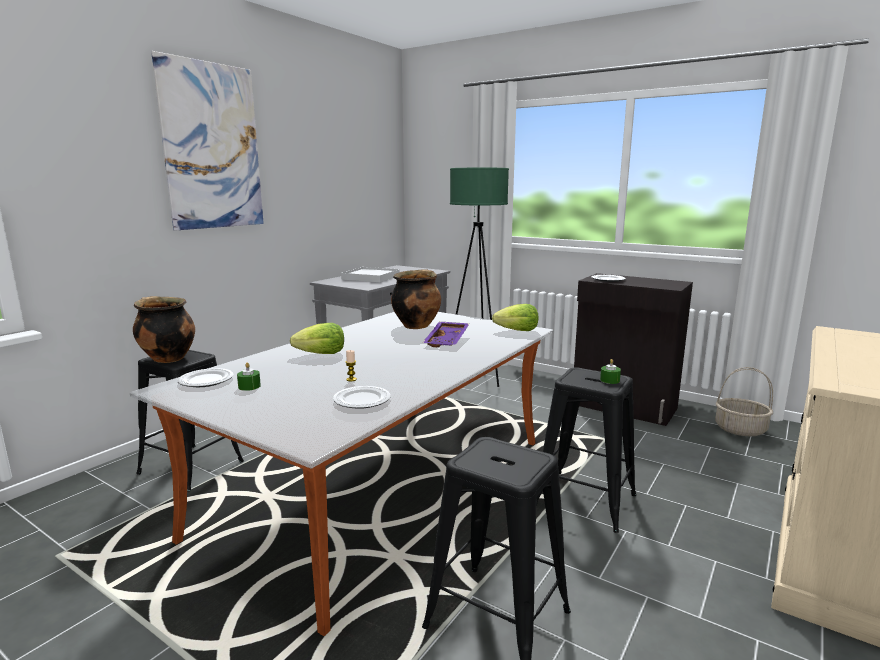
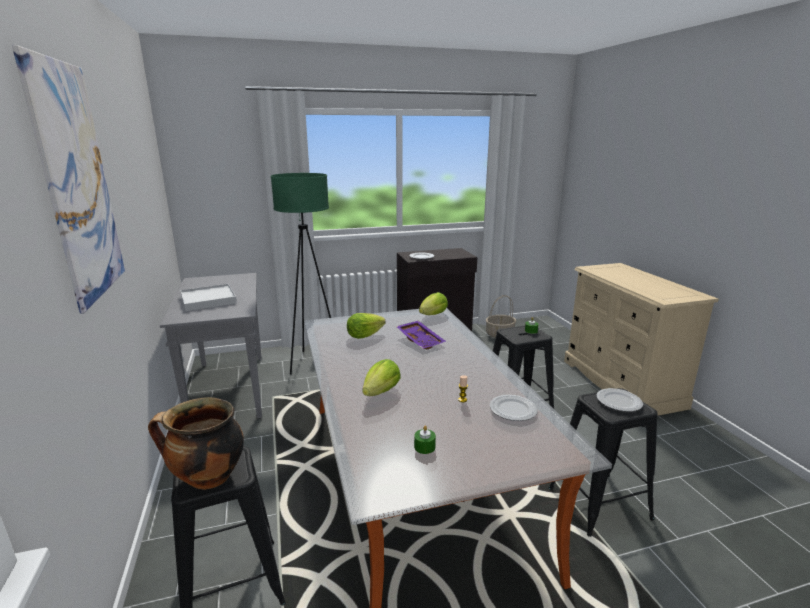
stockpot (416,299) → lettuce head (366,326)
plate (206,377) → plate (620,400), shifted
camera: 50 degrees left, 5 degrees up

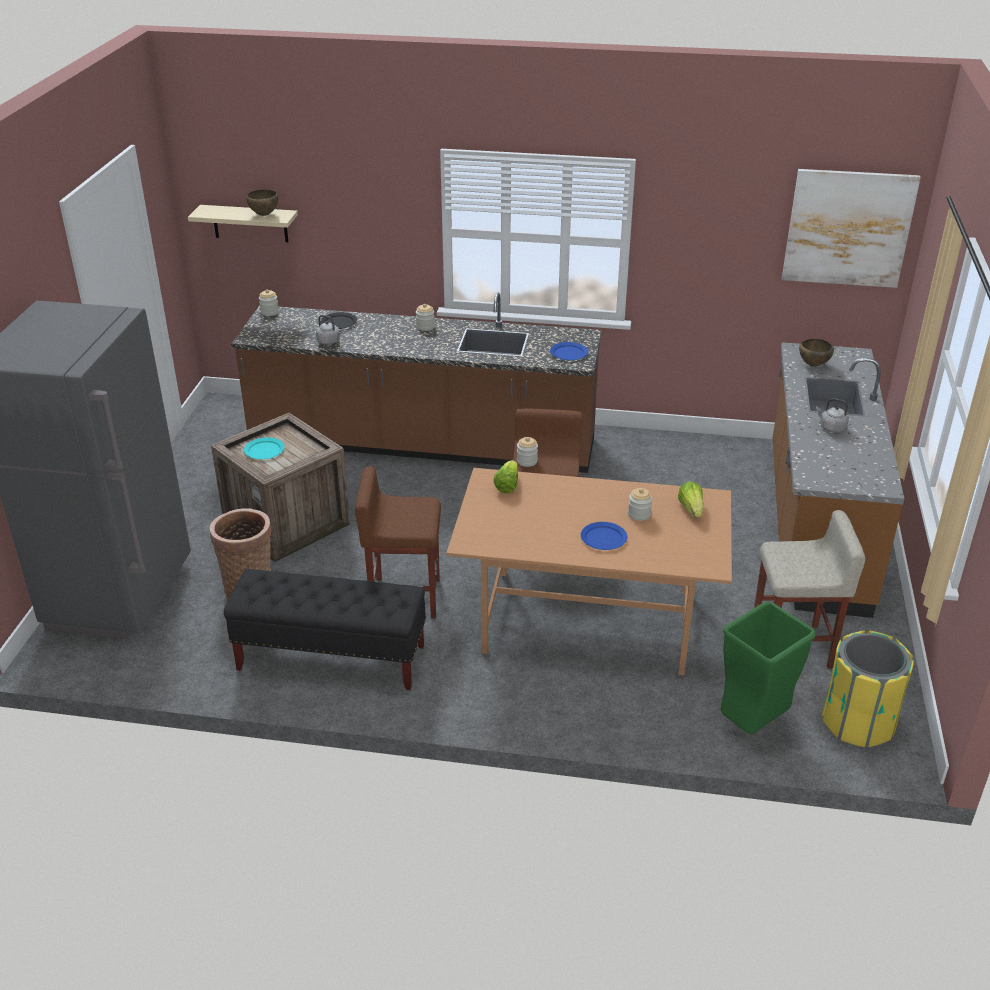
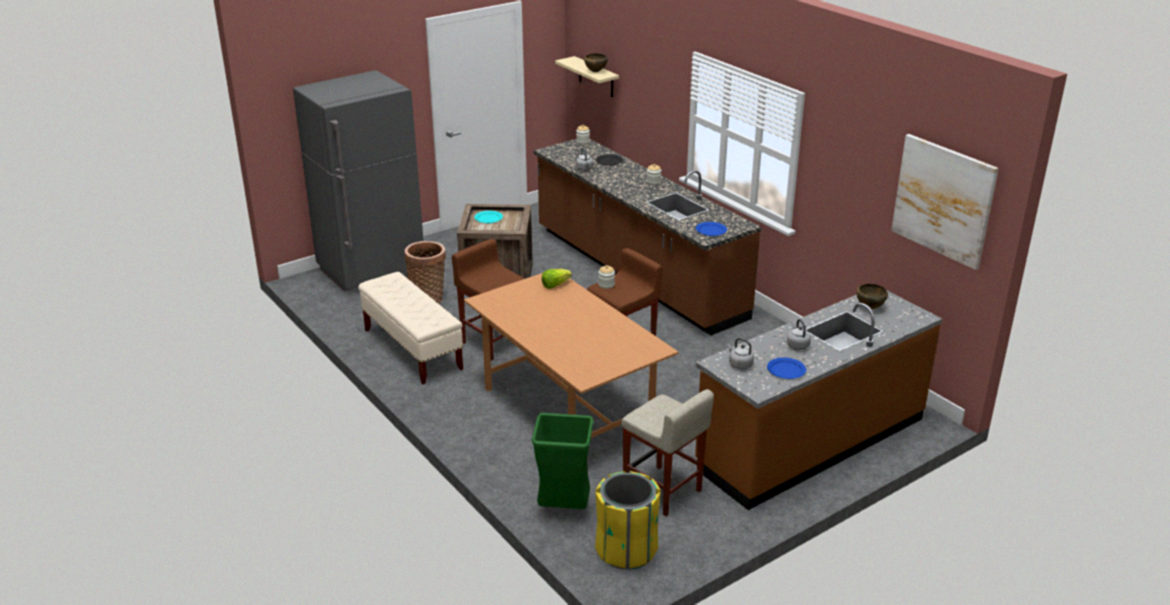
lettuce head (691,499) → -
preserve jar (640,504) → -
plate (bluish) (604,536) → plate (bluish) (786,368), shifted
bench (black) (325,629) → bench (beige-coloured) (410,328)
- → water kettle (grey) (740,353)
camera: 45 degrees right, 5 degrees down

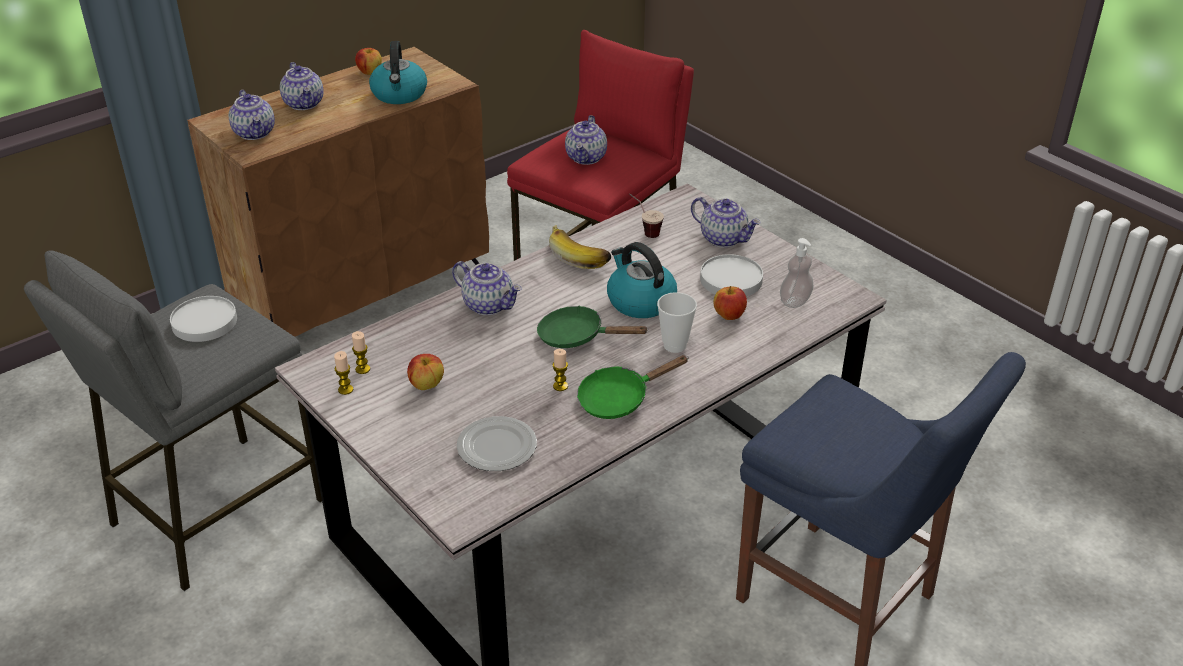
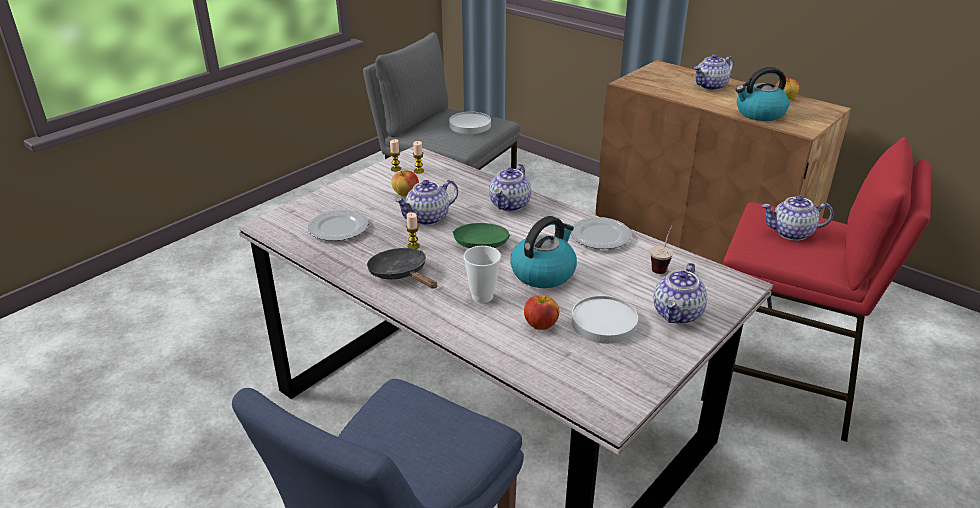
teapot (252,115) → teapot (426,202), shifted
whole banana (580,247) → plate (601,233)
soap dispenser (797,273) → -
frying pan (green-coloured) (633,387) → frying pan (black) (402,268)
camera: 80 degrees right, 5 degrees down

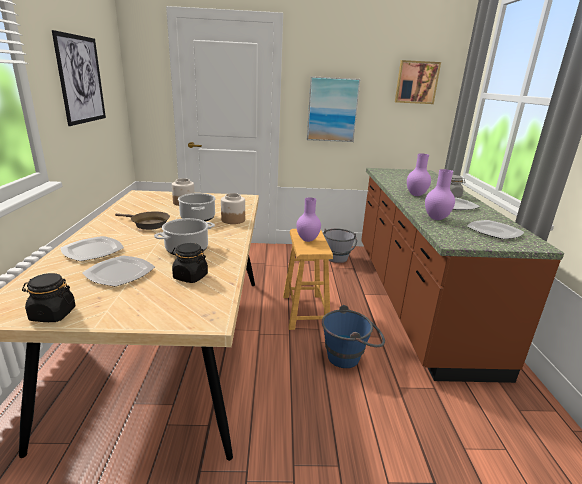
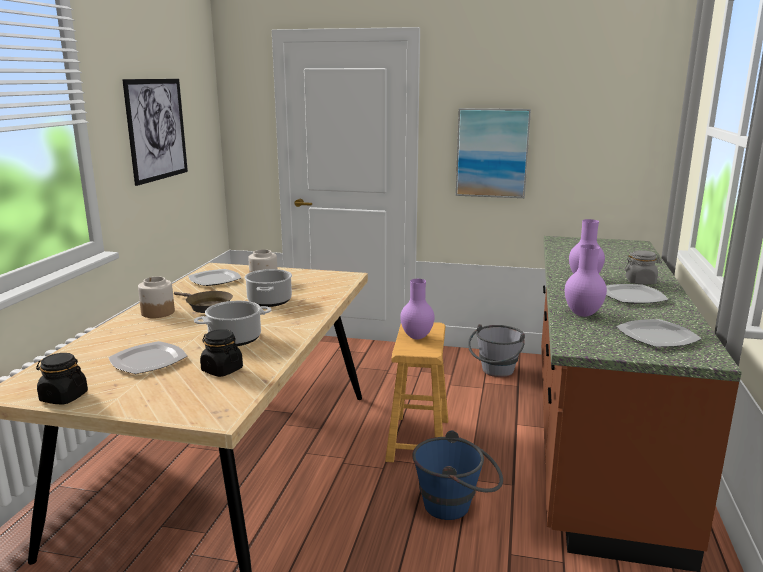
picture (418,82) → -
preserve jar (233,208) → preserve jar (156,297), shifted
plate (92,248) → plate (214,277), shifted
camera: 15 degrees right, 5 degrees down

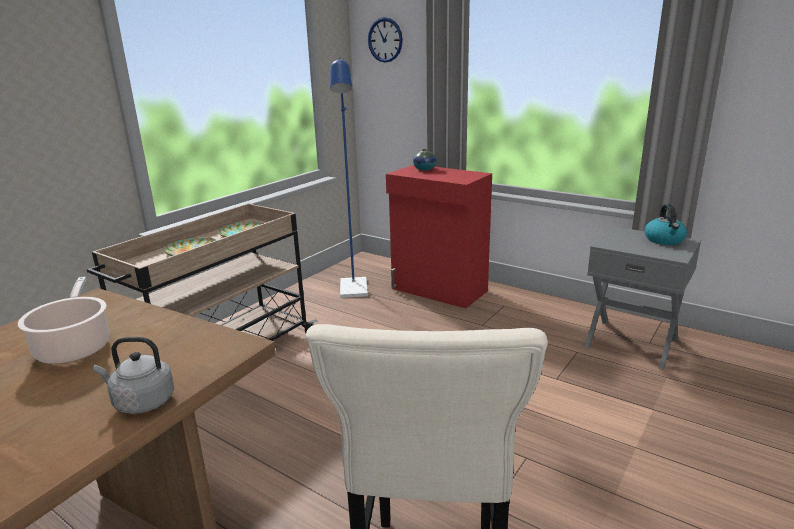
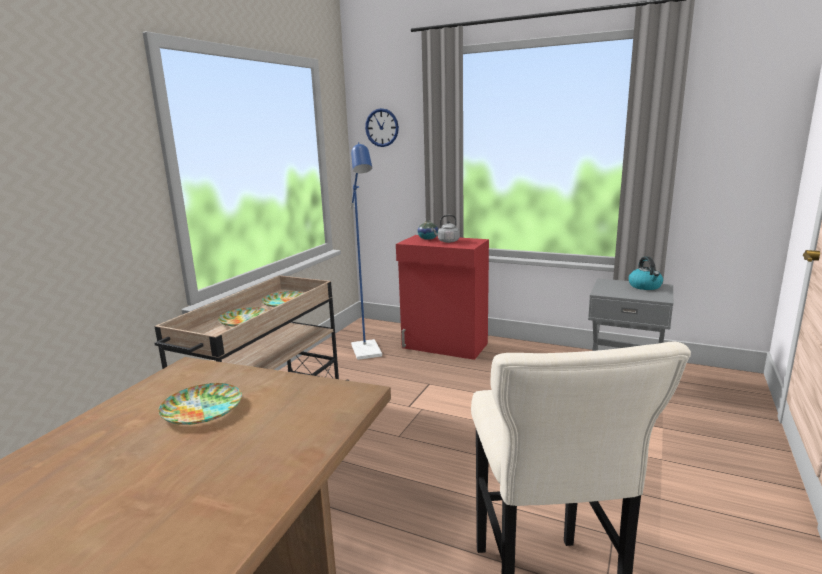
stockpot (63,320) → plate (200,404)
water kettle (grey) (133,375) → water kettle (grey) (445,229), shifted
camera: 10 degrees left, 5 degrees down

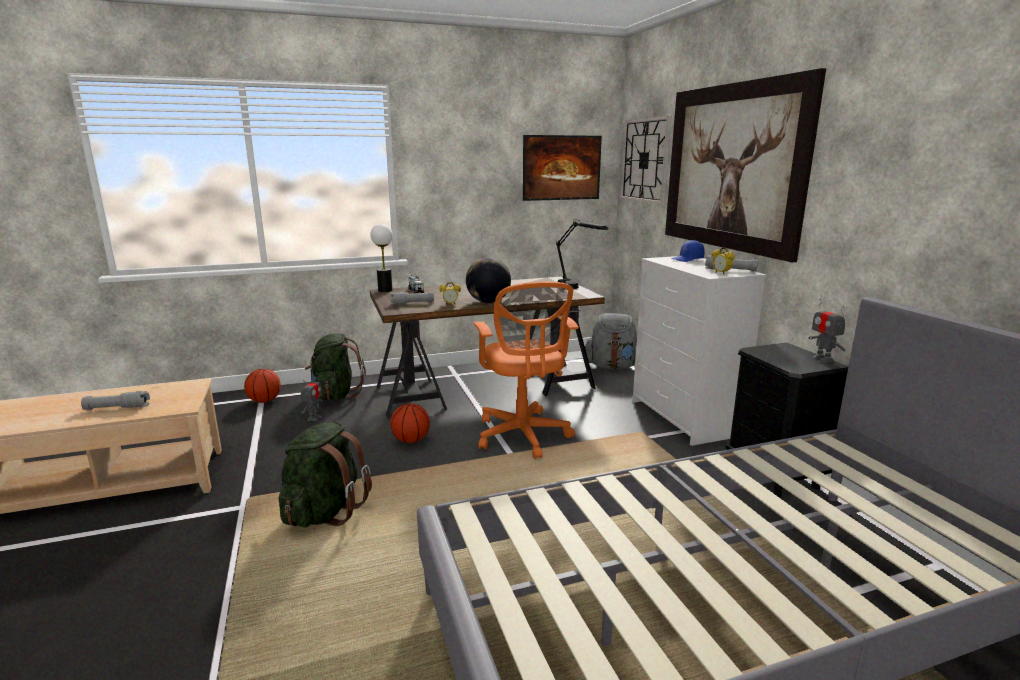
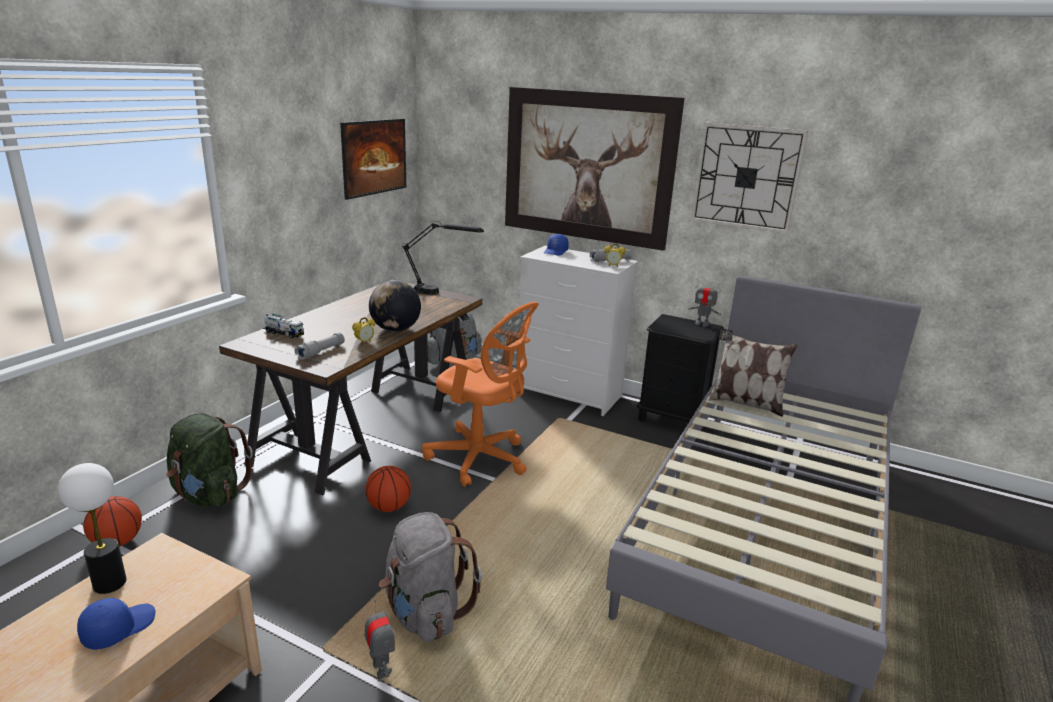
hanging clock (645,160) → hanging clock (749,178), shifted
tabletop lamp (382,258) → tabletop lamp (92,528), shifted
robot figure (312,397) → robot figure (380,640), shifted
flashlight (grey) (115,400) → cap (bluish) (116,624)
rucksack (green-coloured) (325,475) → rucksack (grey) (430,577)
- → pillow (753,372)
camera: 45 degrees left, 5 degrees up

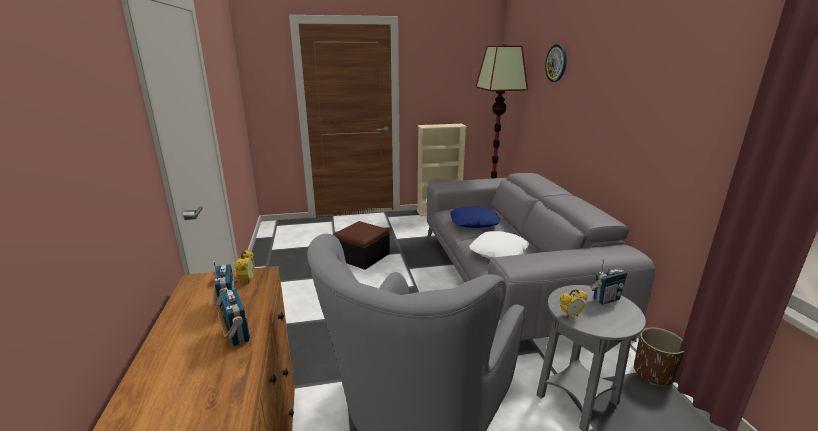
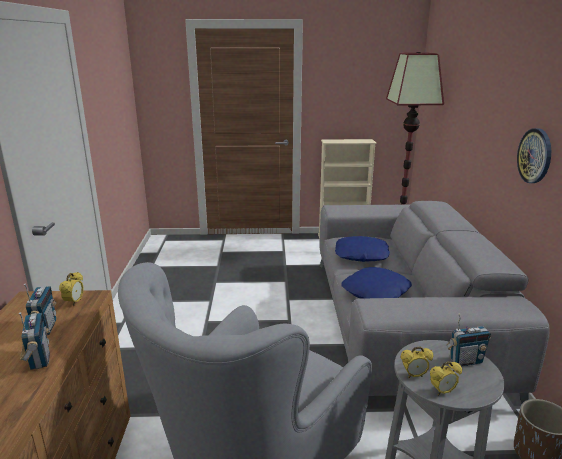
hanging clock (556,63) → hanging clock (534,155), shifted
ottoman (361,245) → -
pillow (whitish) (499,245) → pillow (bluish) (376,283)
- → table clock (446,378)
camera: 10 degrees right, 0 degrees up

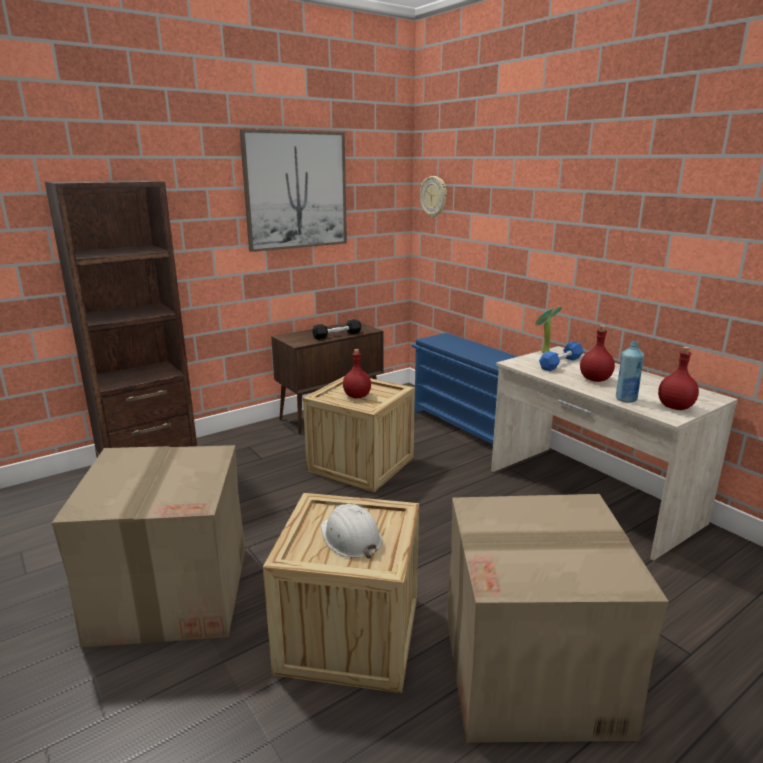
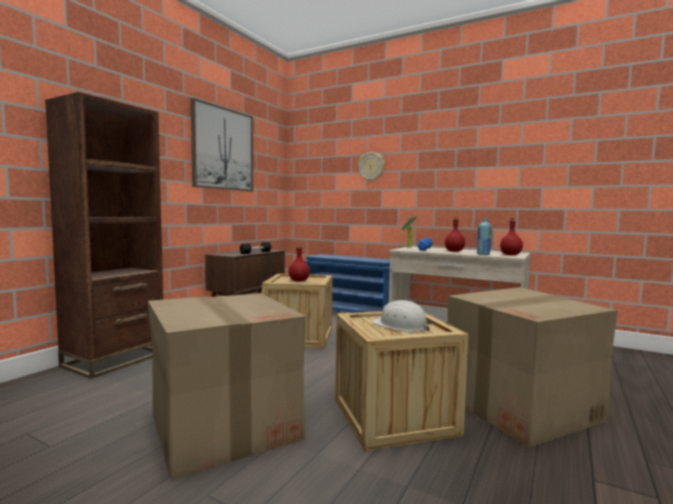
hanging clock (433,197) → hanging clock (371,166), shifted
camera: 25 degrees left, 15 degrees down

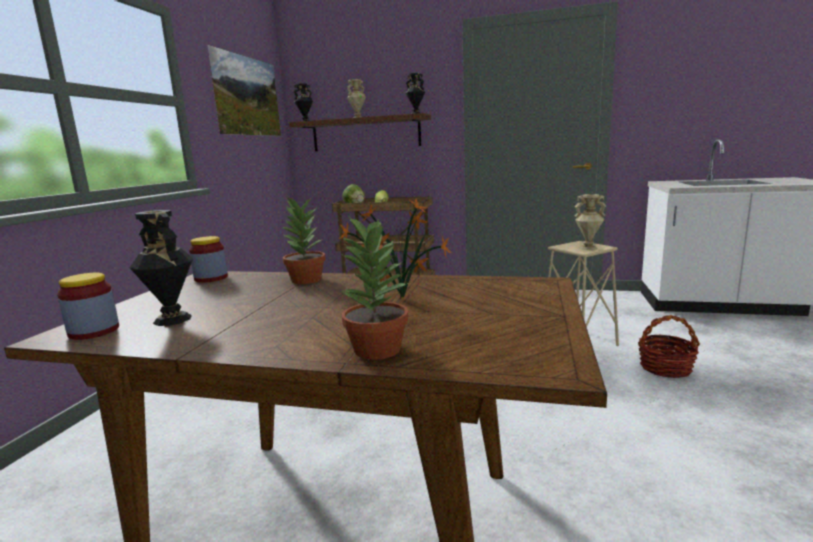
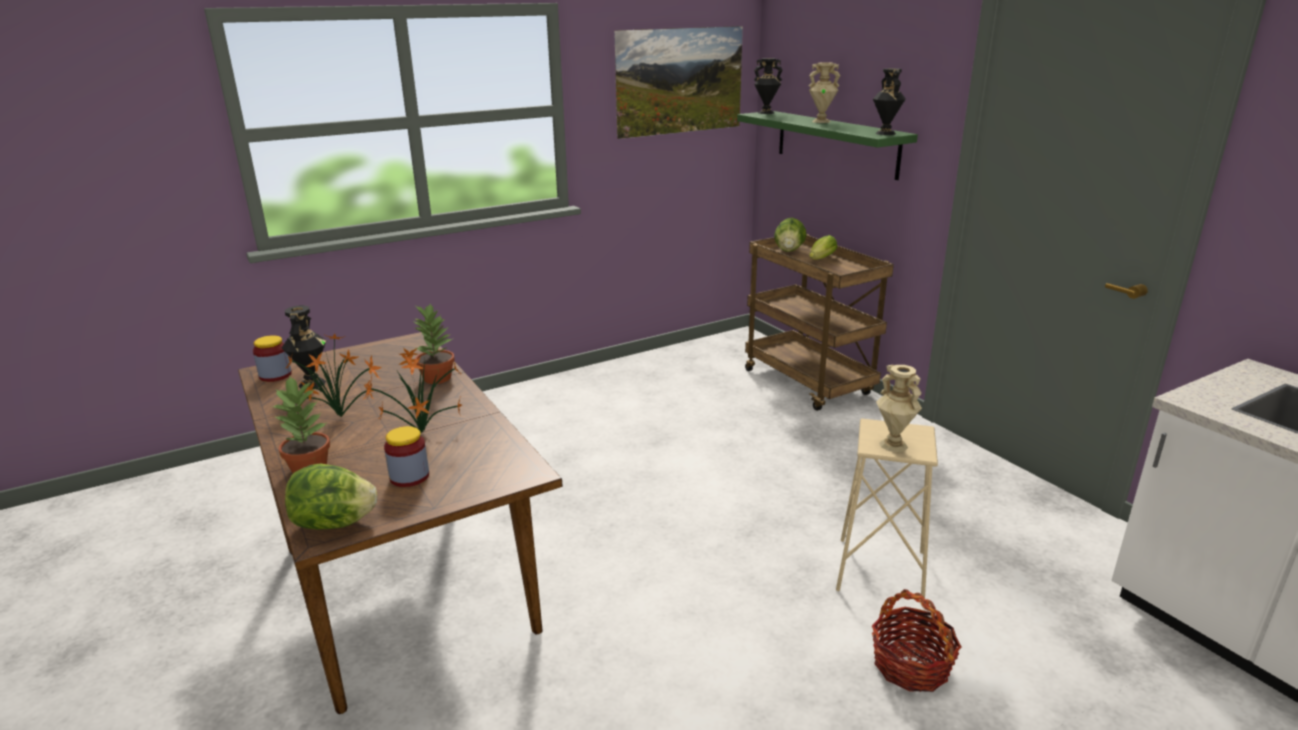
wall shelf (brown-coloured) (360,132) → wall shelf (green-coloured) (827,145)
preserve jar (208,259) → preserve jar (406,456), shifted
- → potted plant (334,375)
- → lettuce head (331,496)
camera: 45 degrees right, 10 degrees up

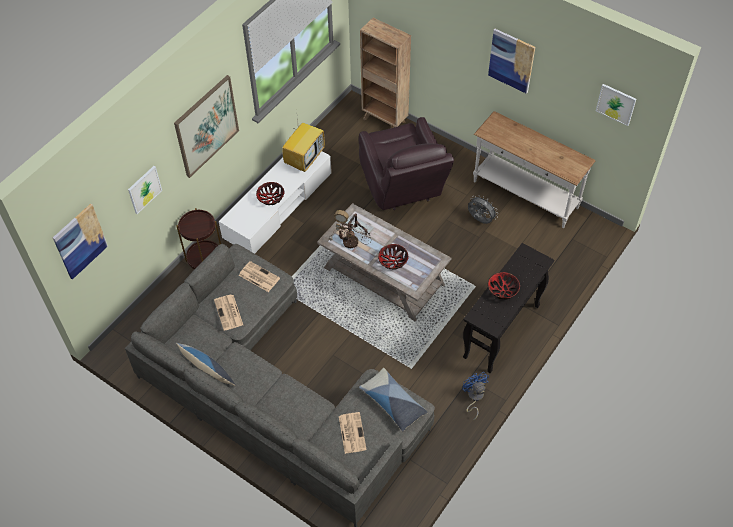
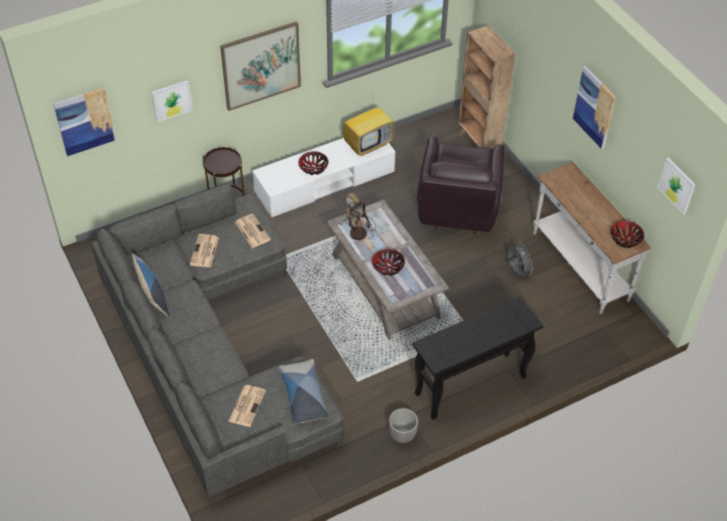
serving bowl (504,286) → serving bowl (627,234), shifted
cooling fan (bluish) (475,396) → flower pot (403,425)
camera: 25 degrees right, 5 degrees down

